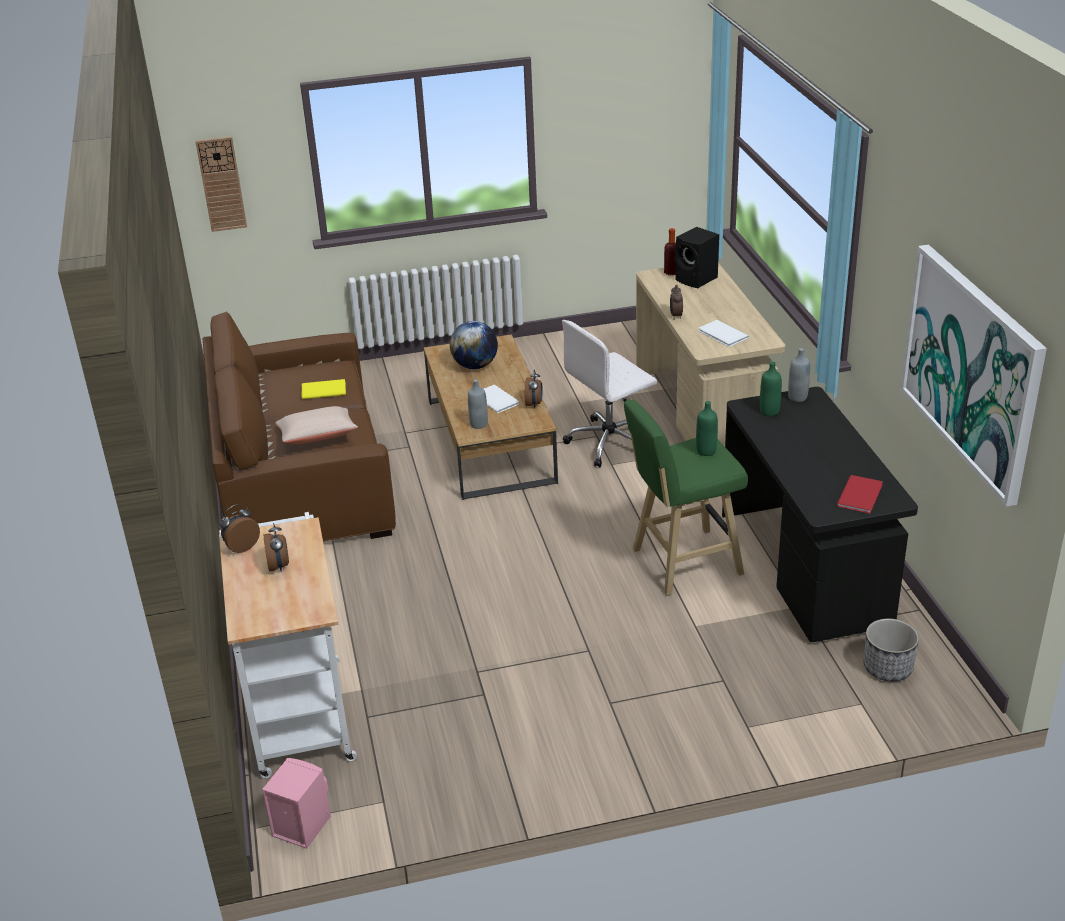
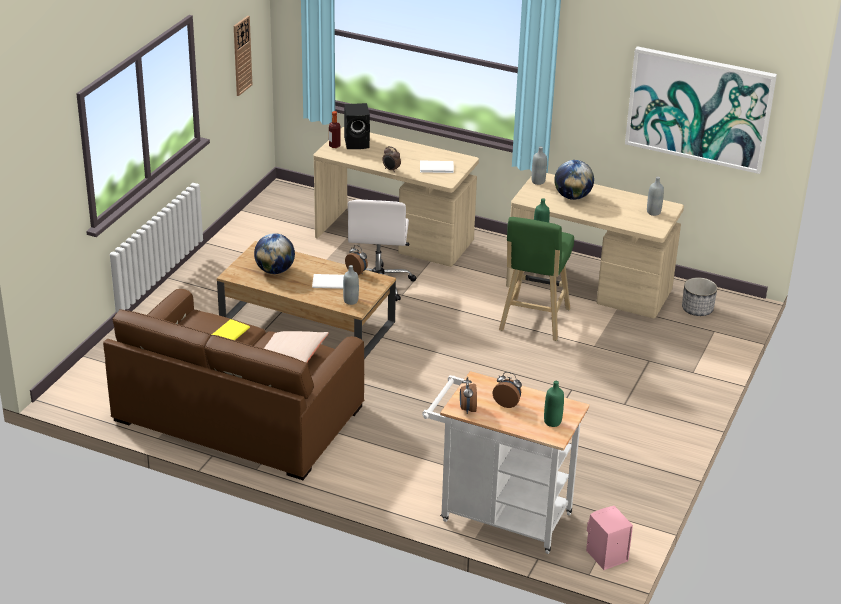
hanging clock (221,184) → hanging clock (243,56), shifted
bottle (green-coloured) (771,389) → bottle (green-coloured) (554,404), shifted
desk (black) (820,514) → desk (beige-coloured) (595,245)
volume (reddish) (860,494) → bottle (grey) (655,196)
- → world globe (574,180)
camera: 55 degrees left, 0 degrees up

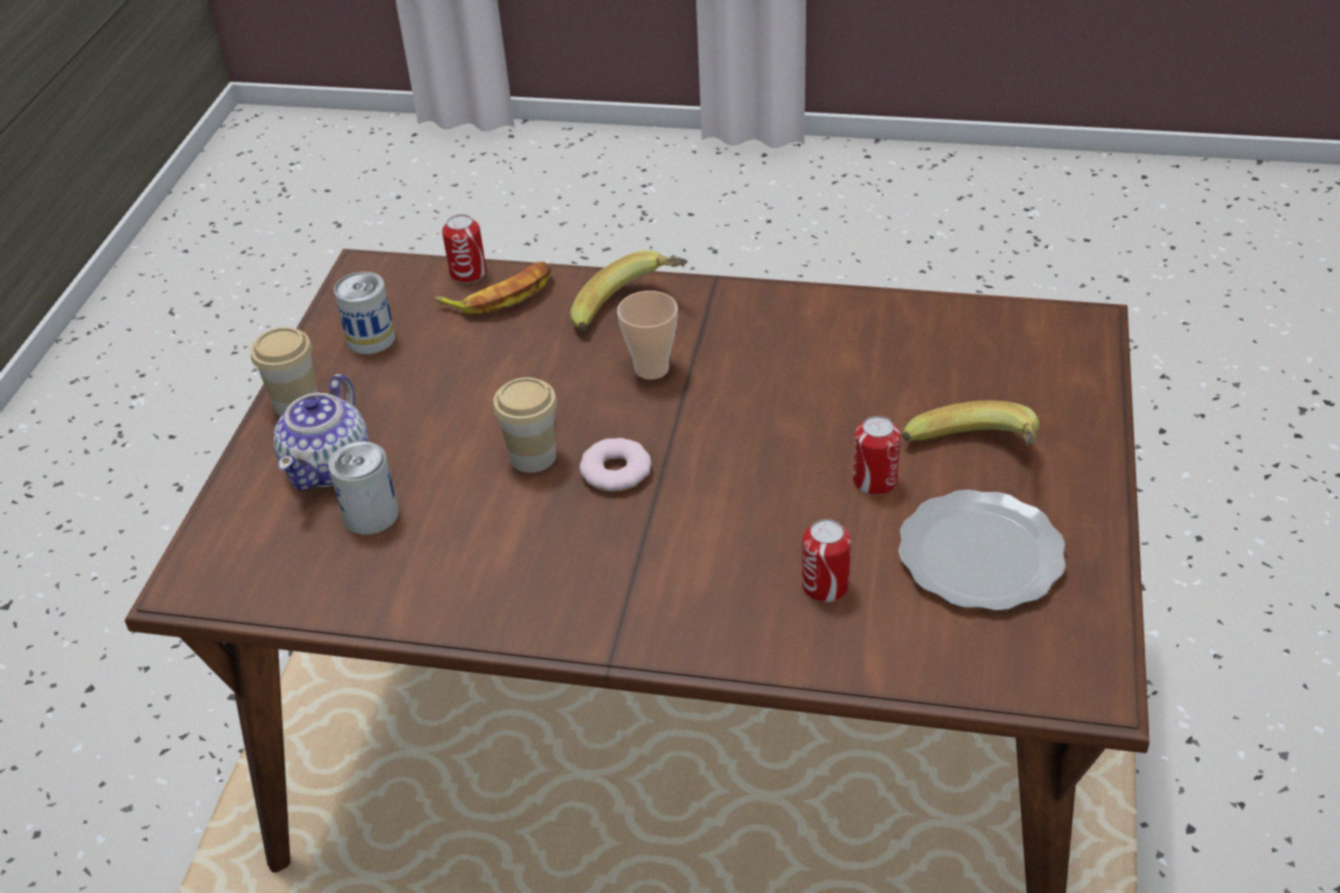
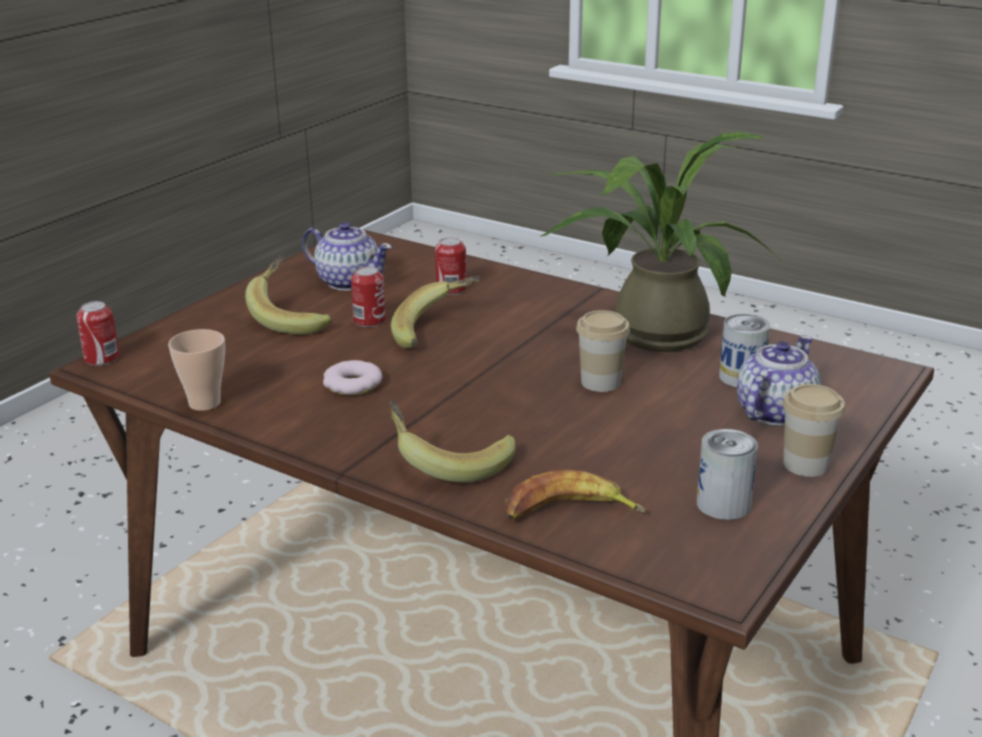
can (464,248) → can (97,333), shifted
cup (647,335) → cup (196,370), shifted
doughnut (615,465) → doughnut (352,377), shifted
plate (982,550) → teapot (347,256)
- → potted plant (662,242)
- → whole banana (435,312)
camera: 160 degrees left, 15 degrees down

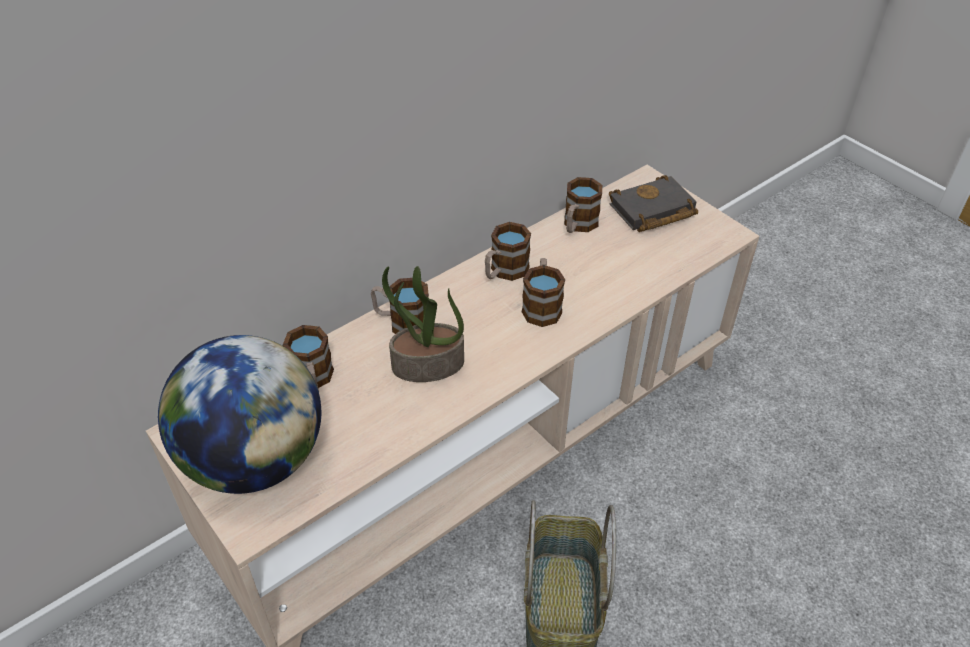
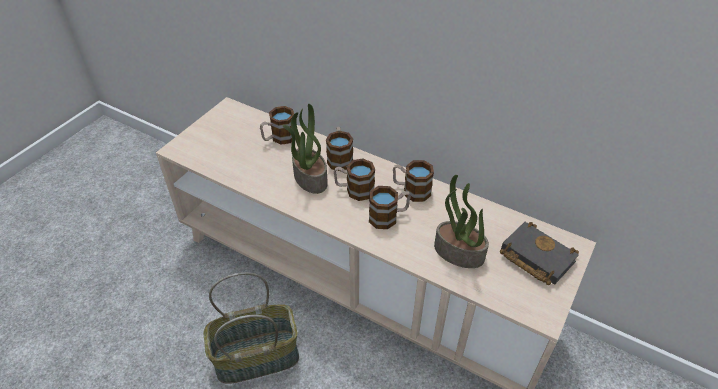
tea mug (583,205) → tea mug (354,179), shifted
world globe (239,414) → -
- → potted plant (461,221)
camera: 70 degrees right, 0 degrees up

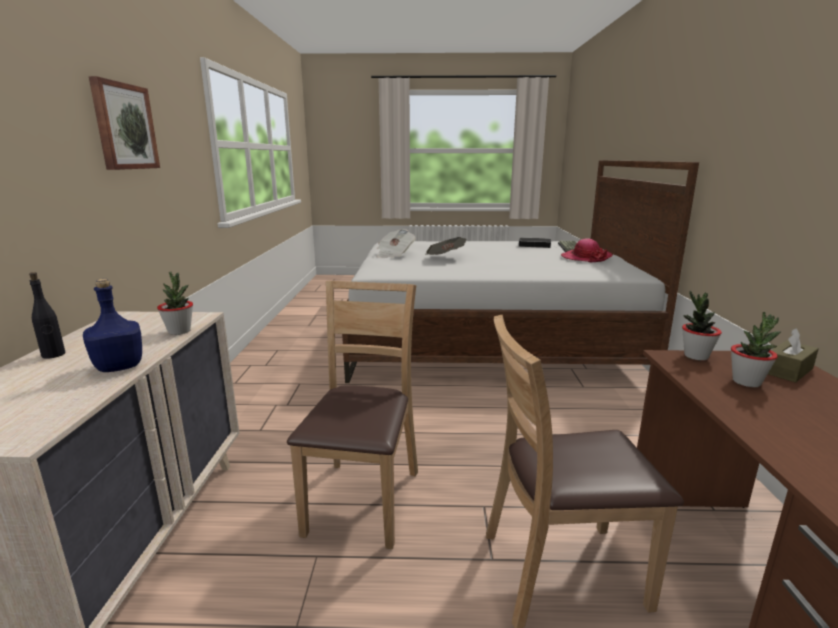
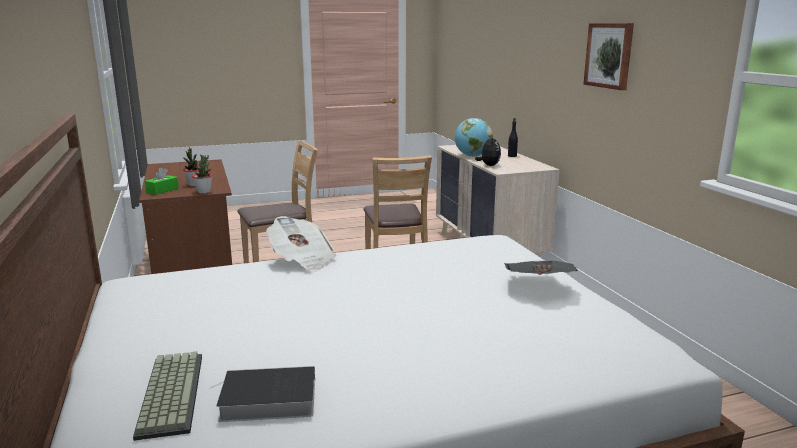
newspaper (446,246) → newspaper (301,244), shifted
hat (587,250) → -
potted plant (175,303) → soft toy (488,151)
bottle (bluish) (112,325) → world globe (474,137)
tissue box (brown-coloured) (793,355) → tissue box (green-coloured) (162,181)
camera: 160 degrees right, 0 degrees up

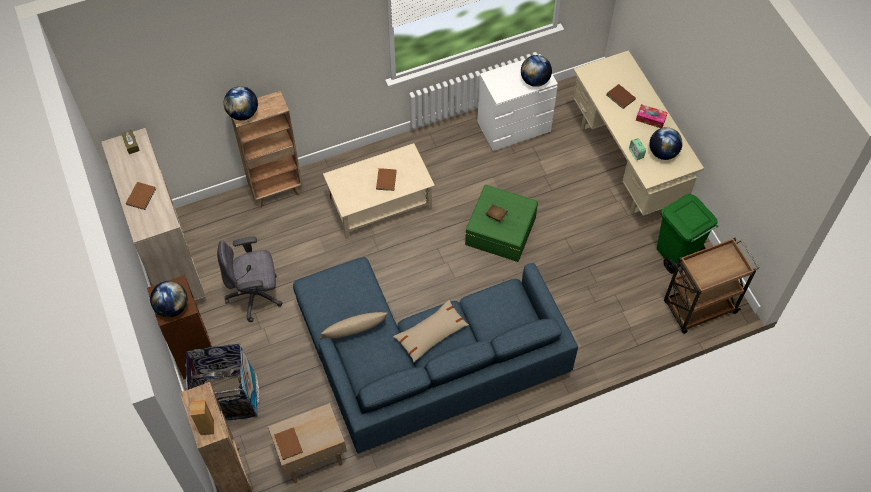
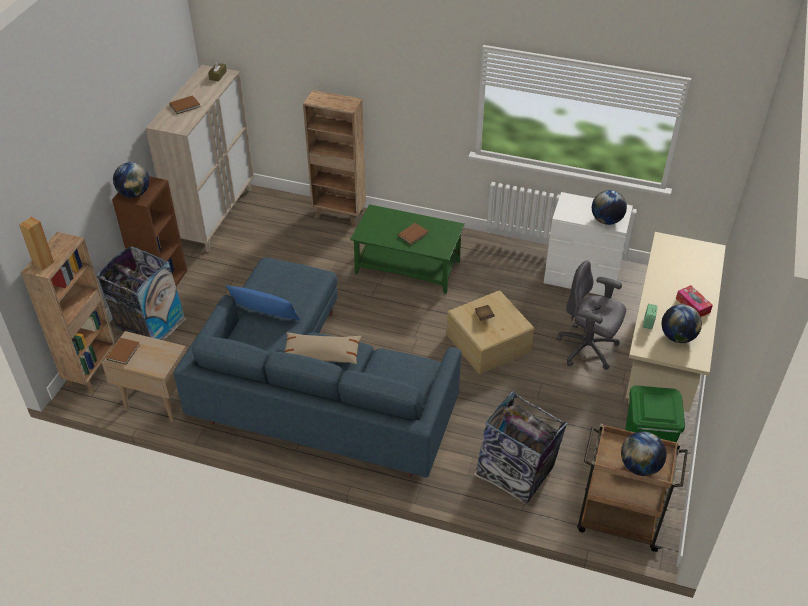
volume (brown-coloured) (621,96) → -
world globe (241,103) → world globe (643,453), shifted
low table (beige-coloured) (379,191) → low table (green-coloured) (407,249)
storage bin (green-coloured) (501,223) → storage bin (beige-coloured) (490,332)
computer chair (grey) (249,279) → computer chair (grey) (591,315), shifted
pillow (beige-coloured) (354,325) → pillow (bluish) (263,303)
- → trash can (521,447)
camera: 40 degrees right, 15 degrees down

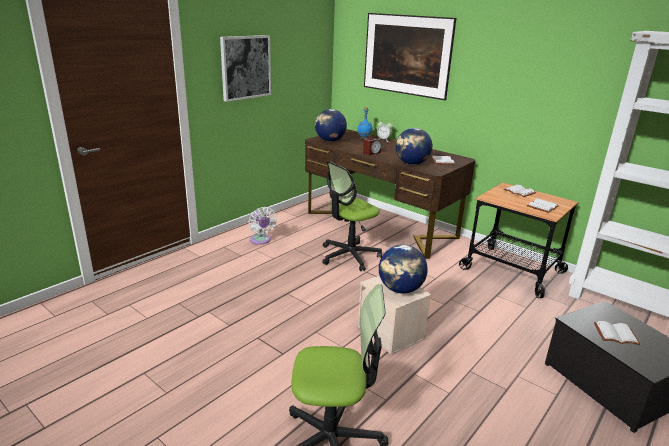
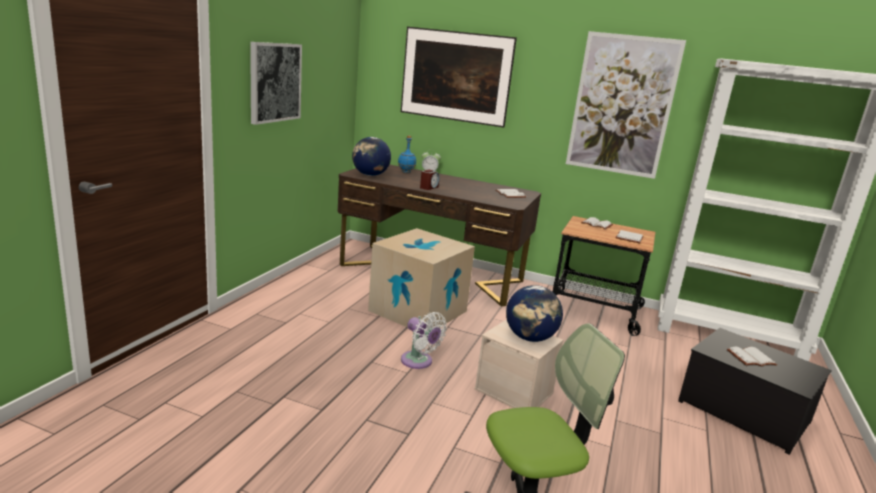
world globe (414,146) → -
computer chair (352,216) → carton (421,278)
cooling fan (whitish) (263,226) → cooling fan (whitish) (424,340), shifted
- → picture (626,105)
camera: 20 degrees left, 5 degrees down

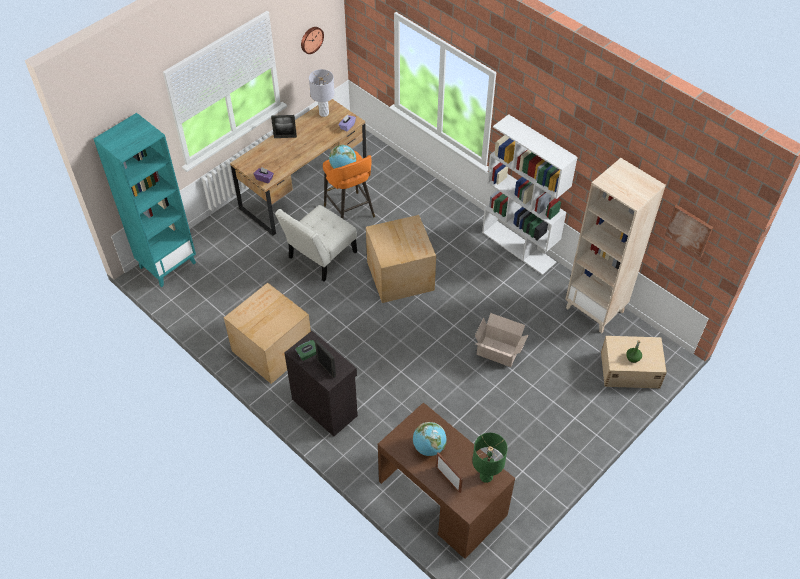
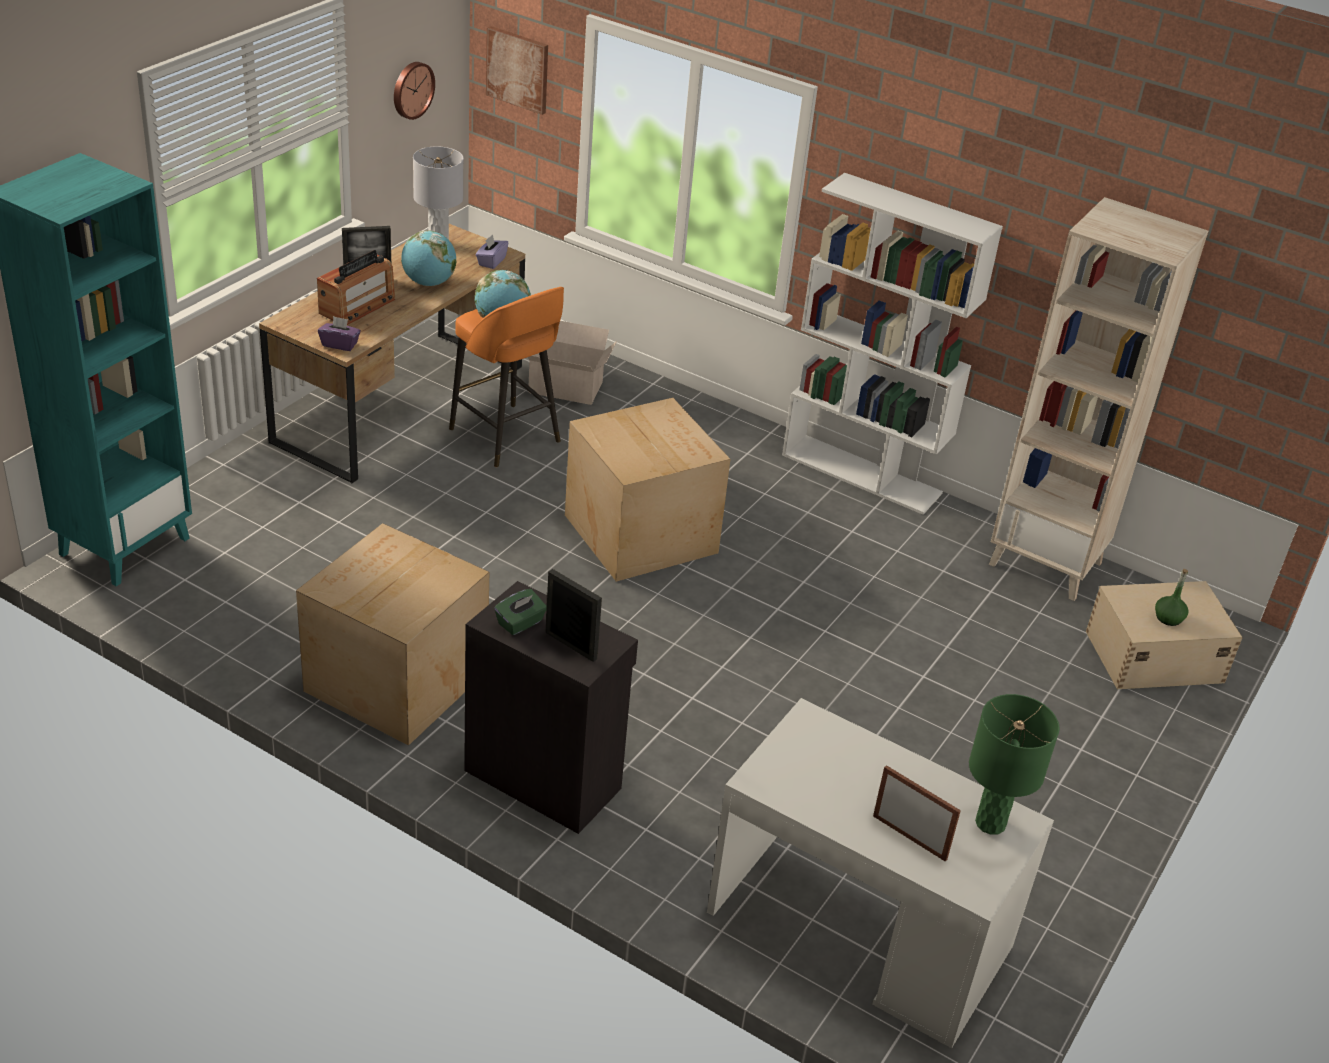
plain chair (whitish) (316,243) → -
picture (689,231) → picture (517,70), shifted
carton (501,340) → carton (572,363), shifted
desk (brown-coloured) (446,480) → desk (whitish) (880,873)
world globe (429,439) → world globe (428,258), shifted
- → radio set (356,287)
camera: 15 degrees left, 15 degrees down

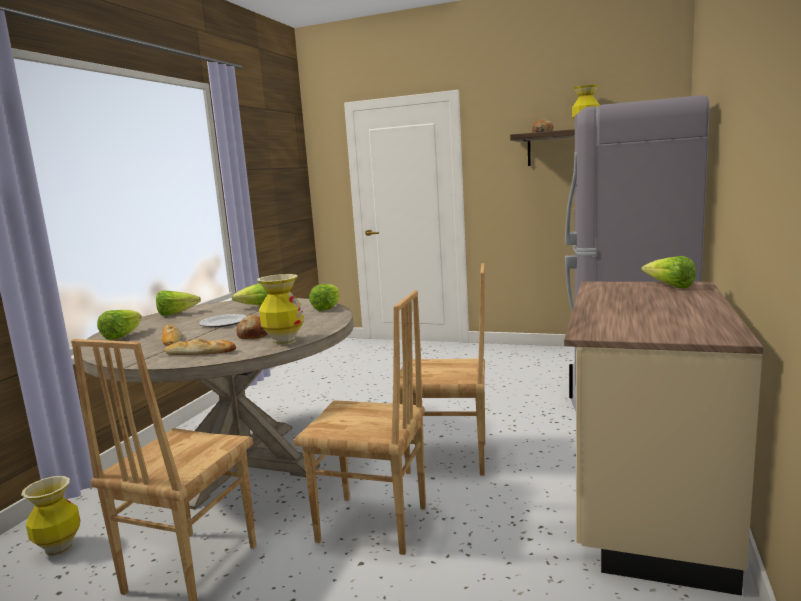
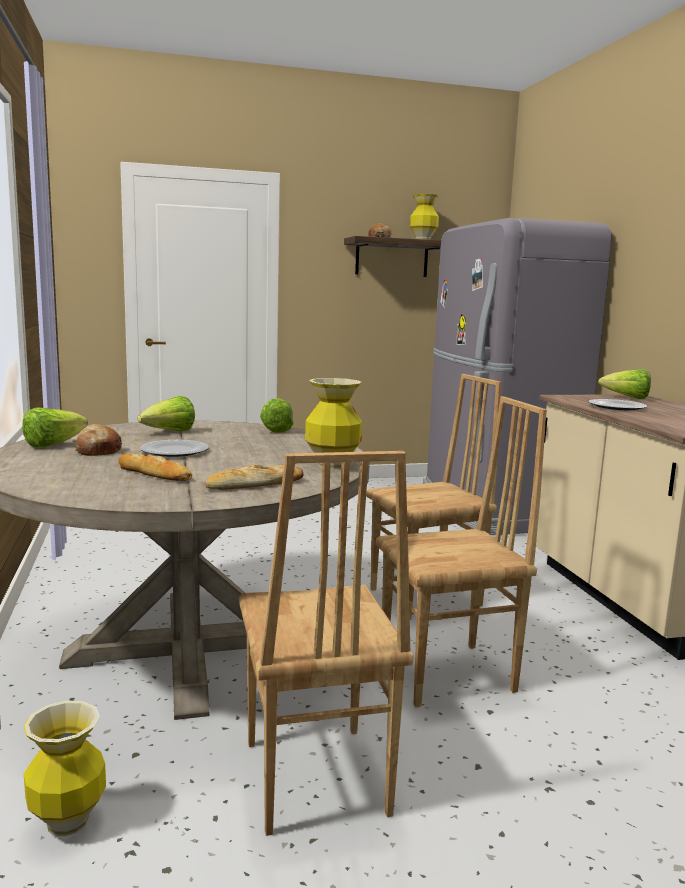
lettuce head (119,325) → -
baked bread (252,327) → baked bread (98,440), shifted
- → plate (618,404)
camera: 35 degrees left, 0 degrees up

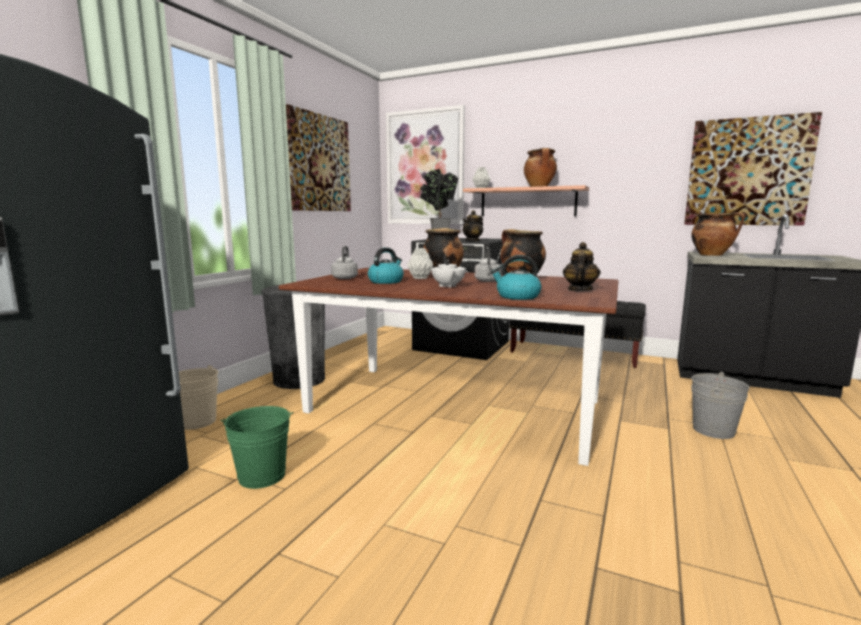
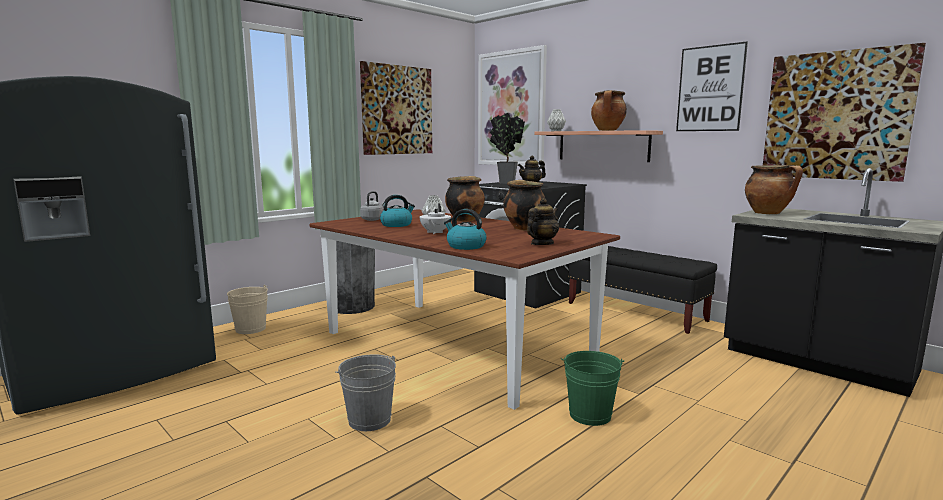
water kettle (grey) (488,264) → -
pail (grey) (720,405) → pail (grey) (365,392), shifted
pail (green-coloured) (257,447) → pail (green-coloured) (592,388), shifted
- → picture (712,86)
camera: 20 degrees right, 0 degrees up

